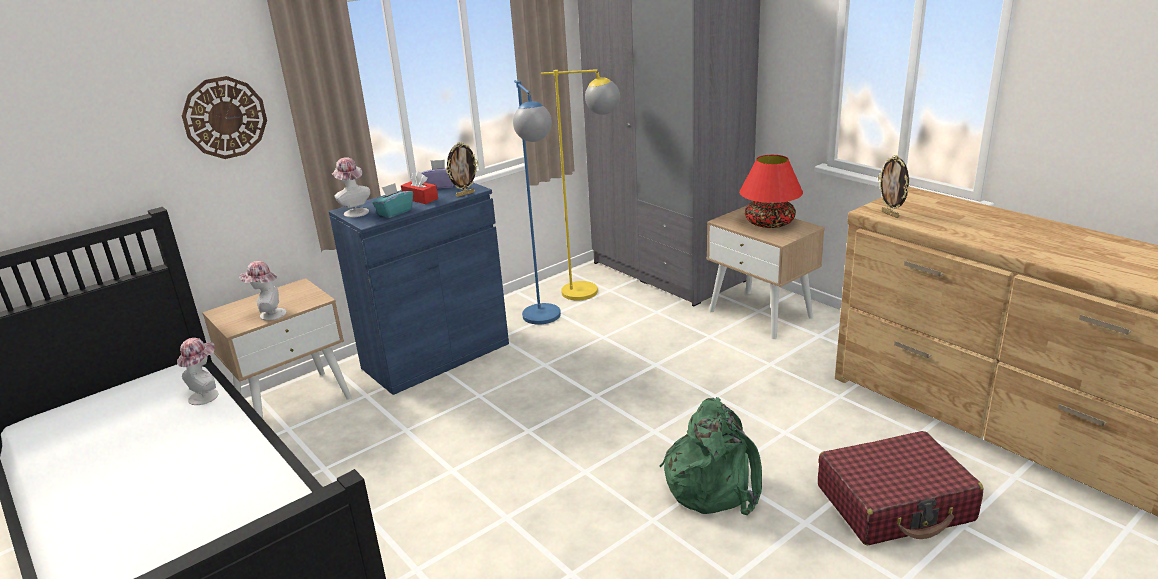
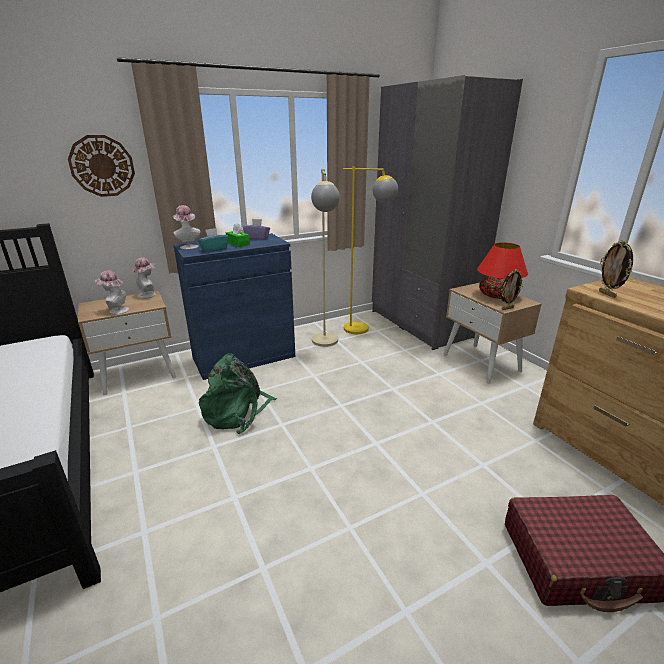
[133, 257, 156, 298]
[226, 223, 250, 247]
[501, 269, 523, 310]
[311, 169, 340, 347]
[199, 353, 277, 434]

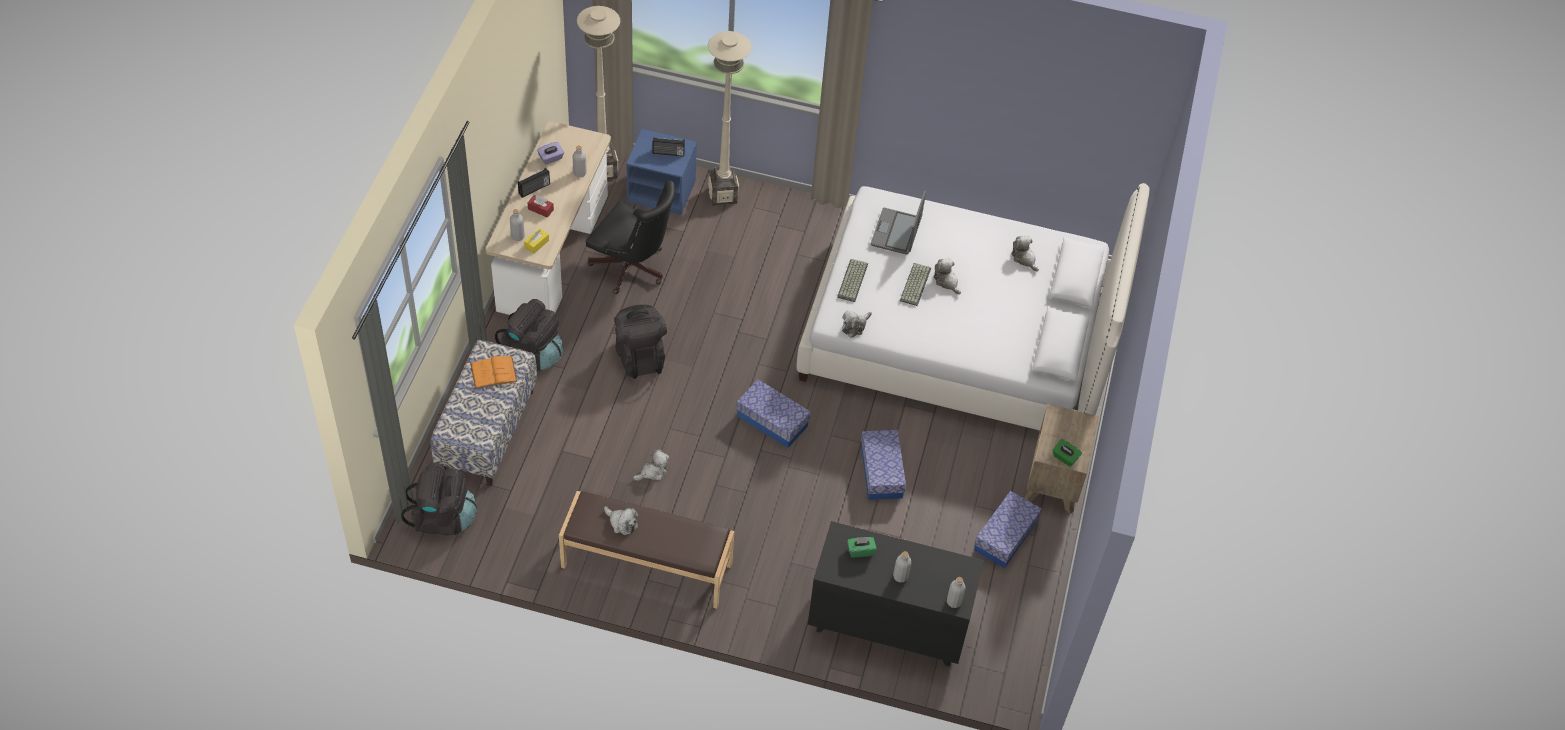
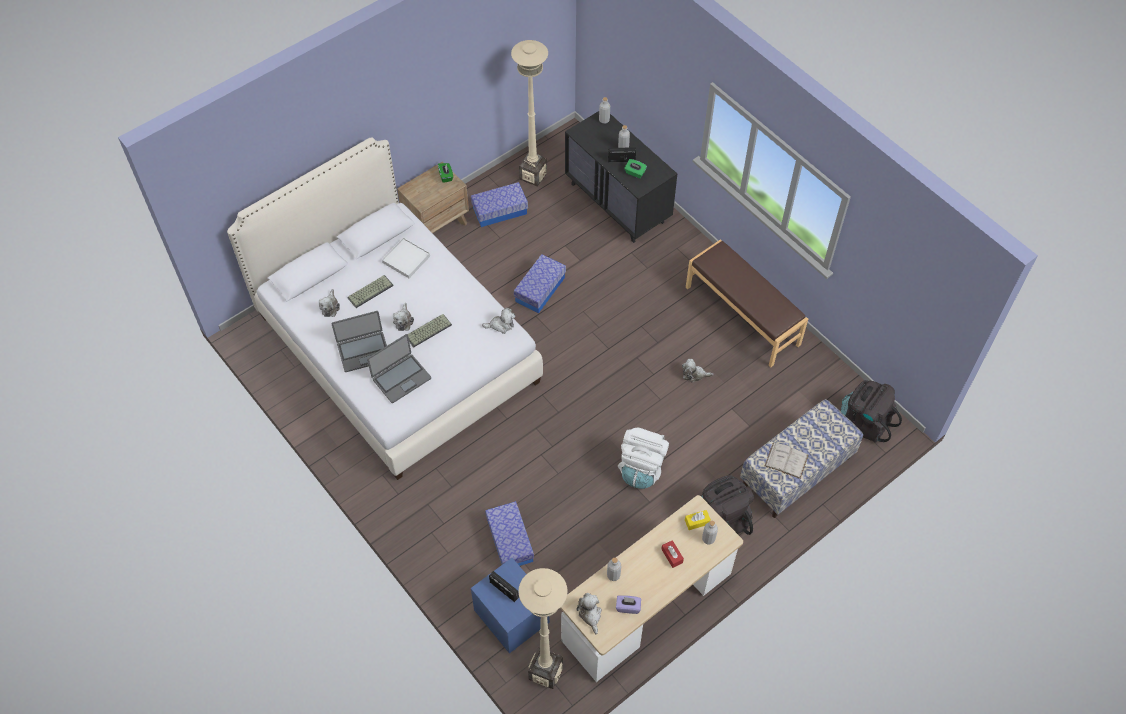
[765, 443, 808, 479]
[608, 147, 636, 162]
[586, 180, 675, 294] (first image)
[576, 593, 602, 634]
[618, 428, 669, 489]
[511, 40, 548, 187]
[485, 501, 534, 566]
[347, 275, 394, 308]
[332, 311, 387, 372]
[382, 238, 430, 278]

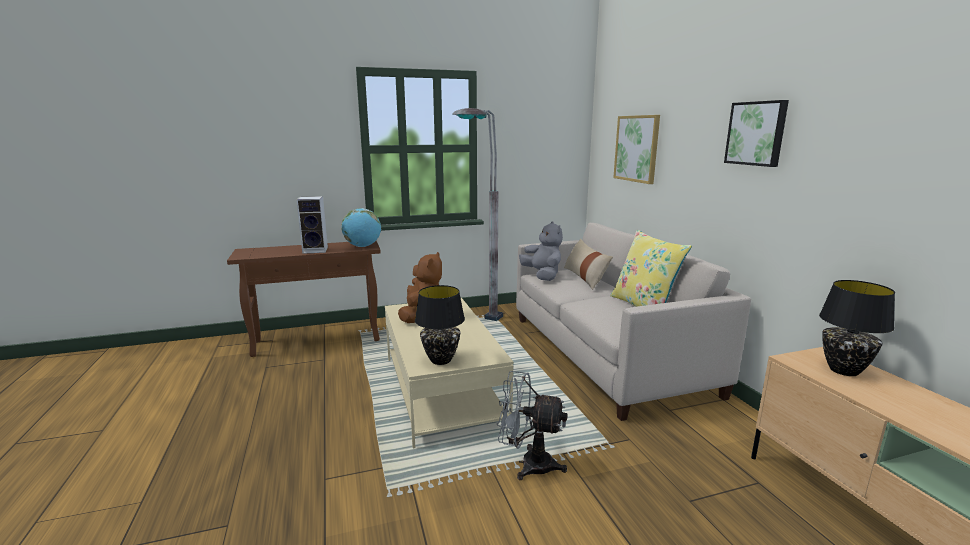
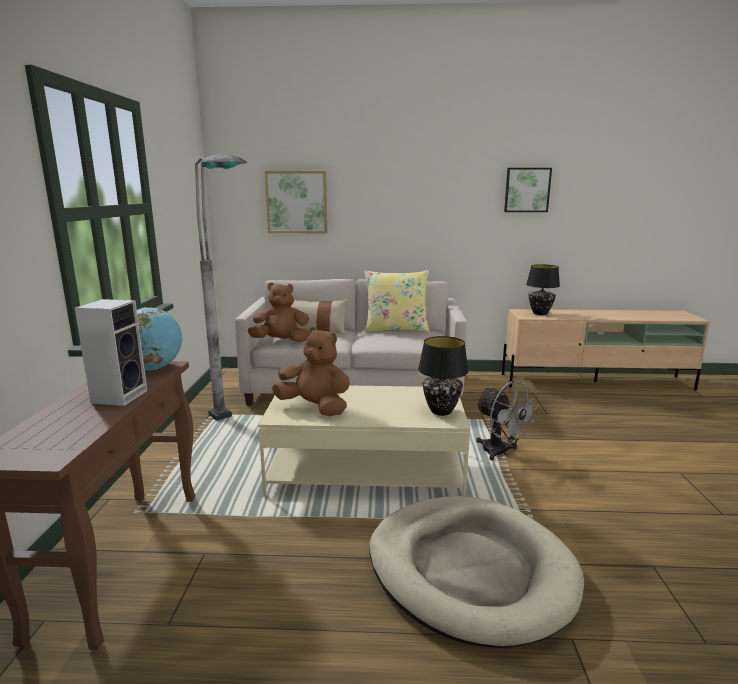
[475, 380, 539, 460]
[248, 283, 309, 342]
[504, 168, 552, 212]
[369, 496, 584, 648]

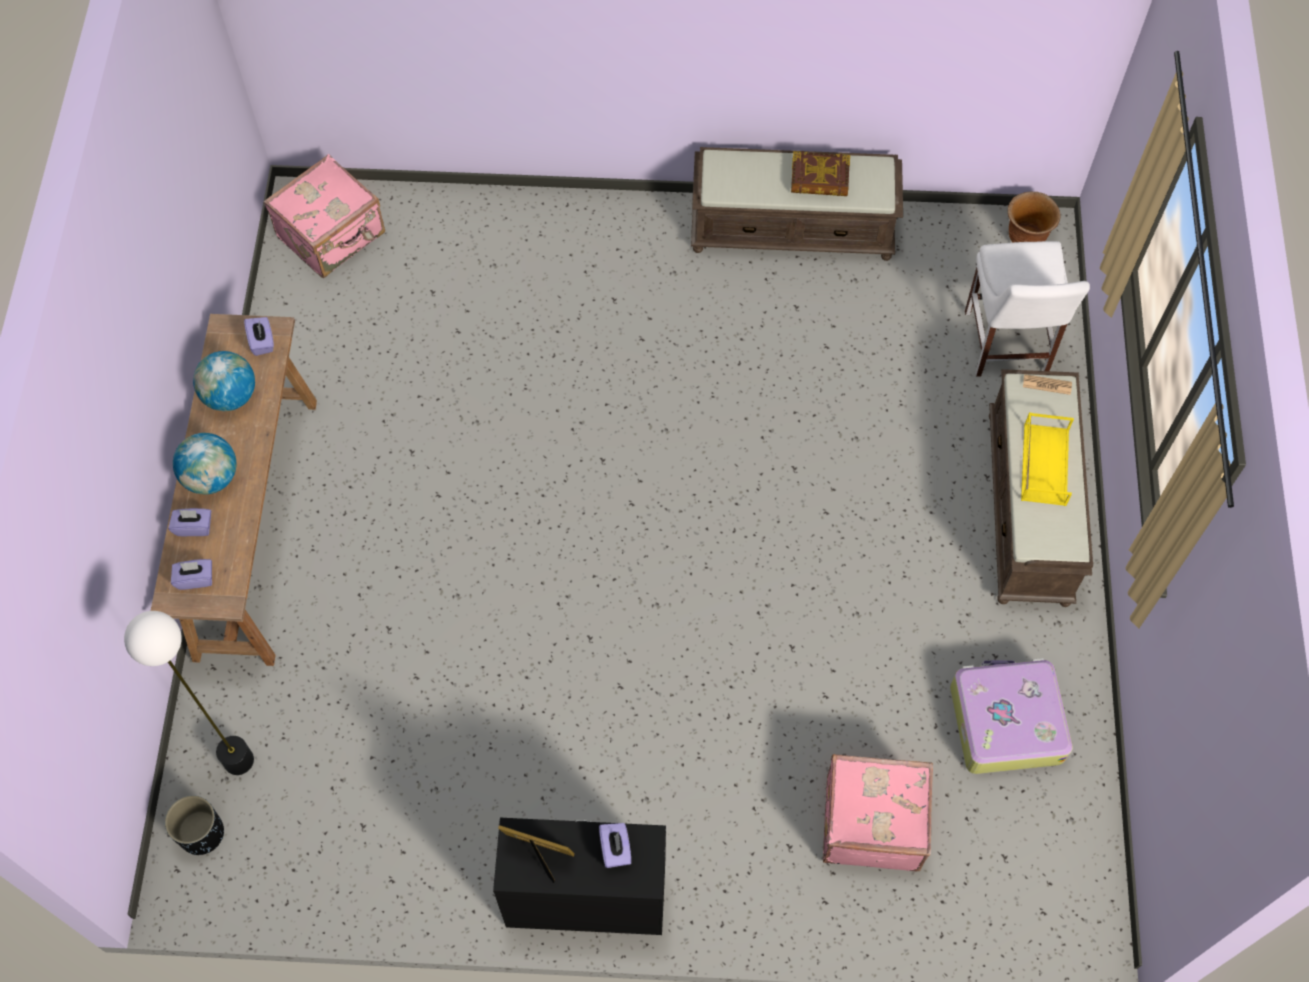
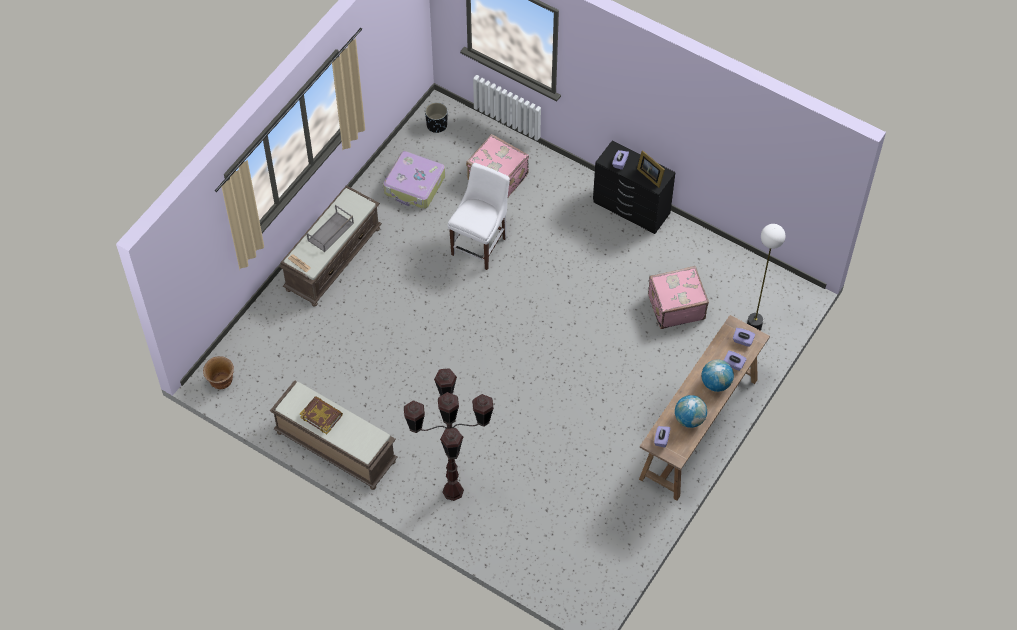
[425, 102, 447, 133]
[648, 266, 709, 329]
[447, 163, 510, 270]
[307, 205, 354, 252]
[404, 368, 494, 501]

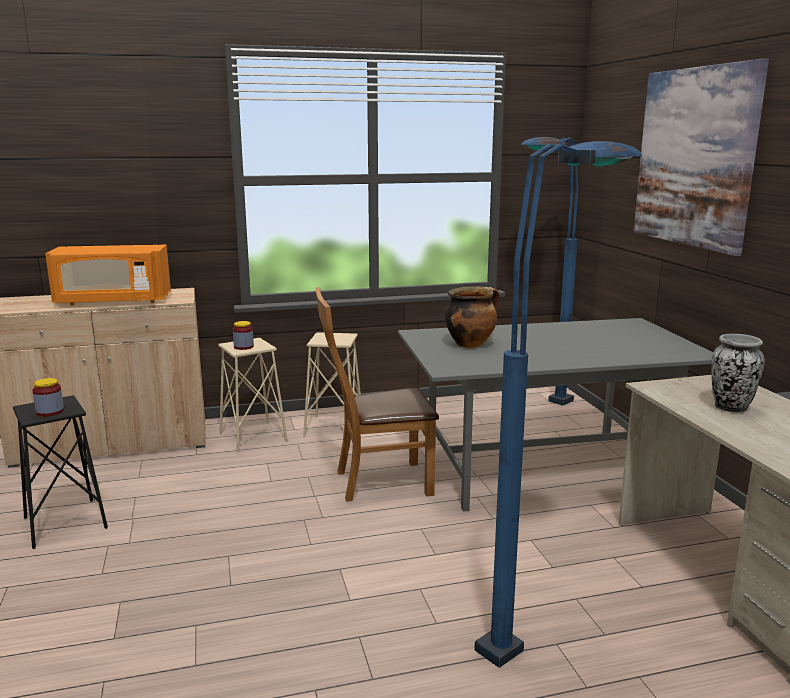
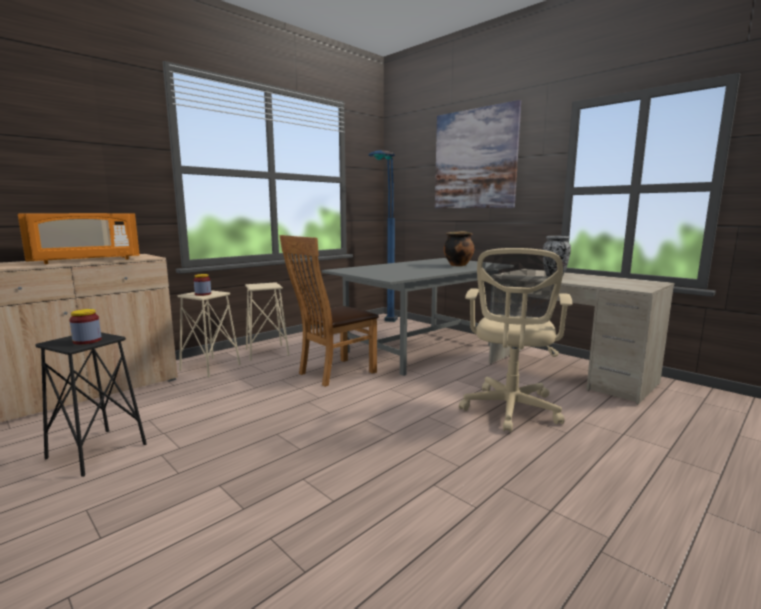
[443, 231, 475, 266]
[459, 248, 572, 432]

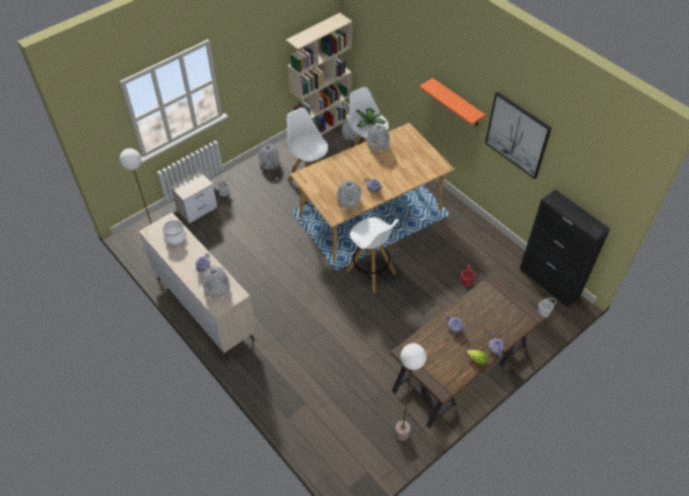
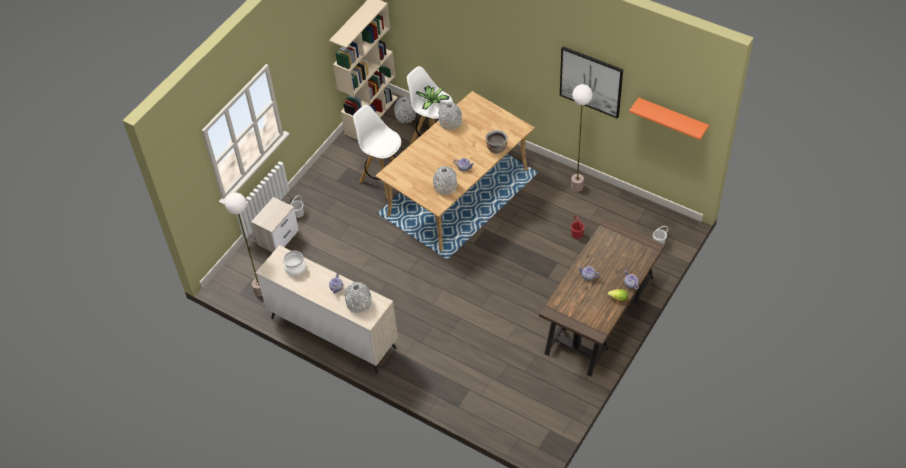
[259, 144, 279, 169] (first image)
[346, 217, 399, 293] (first image)
[571, 84, 593, 192]
[629, 97, 709, 140]
[520, 189, 610, 308] (first image)
[485, 130, 508, 153]

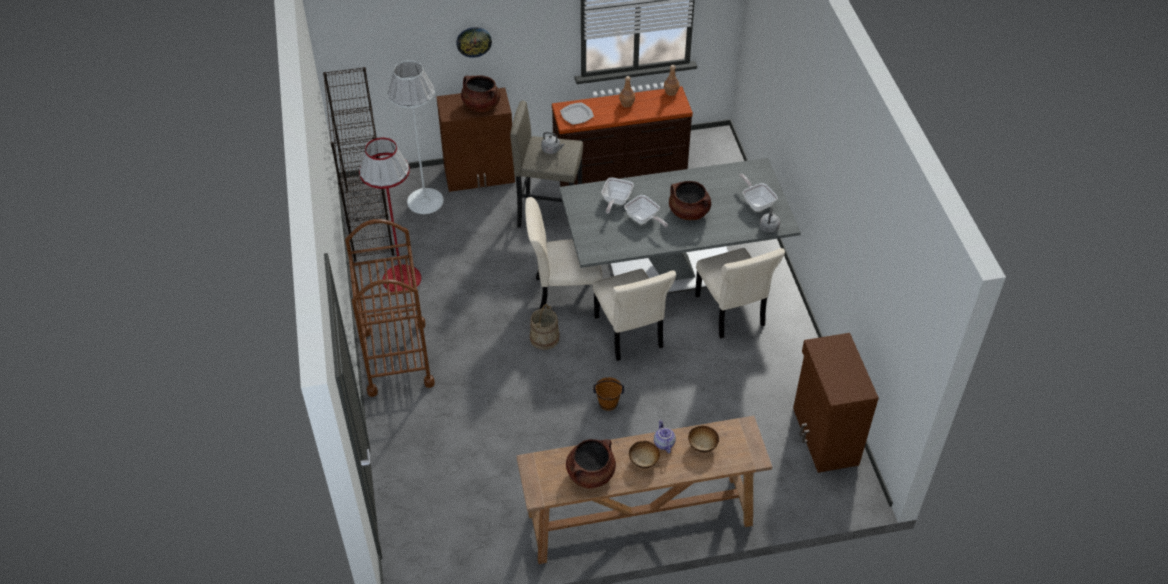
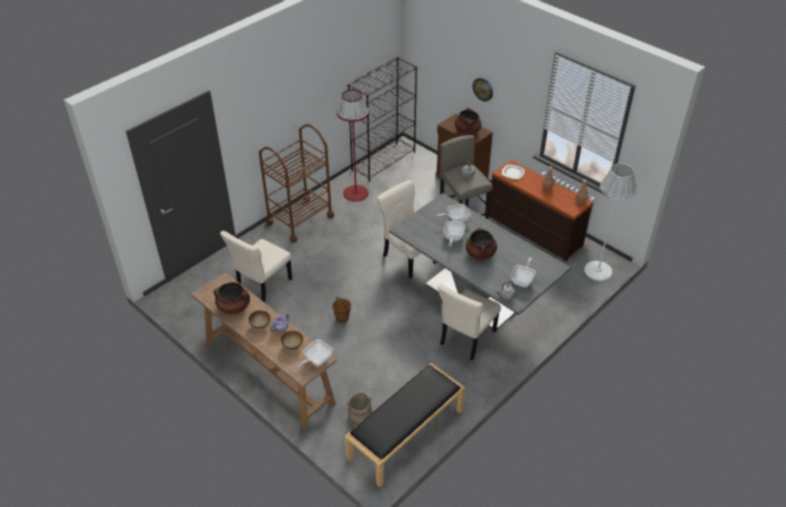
[584, 163, 637, 281]
[347, 393, 372, 427]
[220, 231, 292, 303]
[345, 363, 465, 487]
[295, 340, 333, 370]

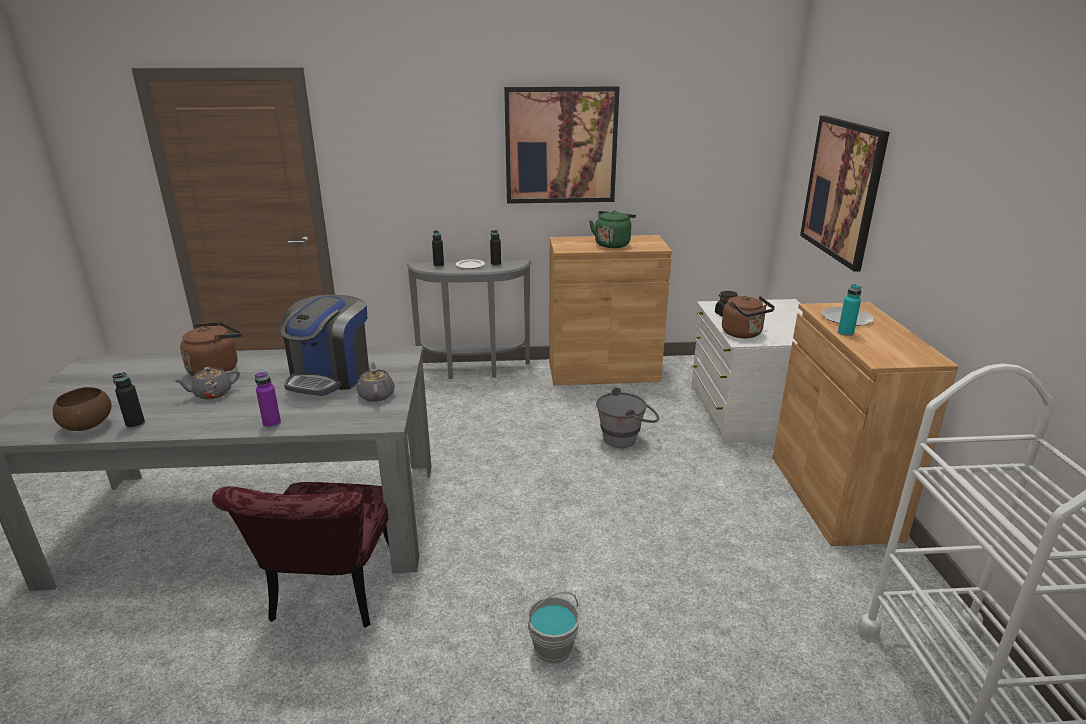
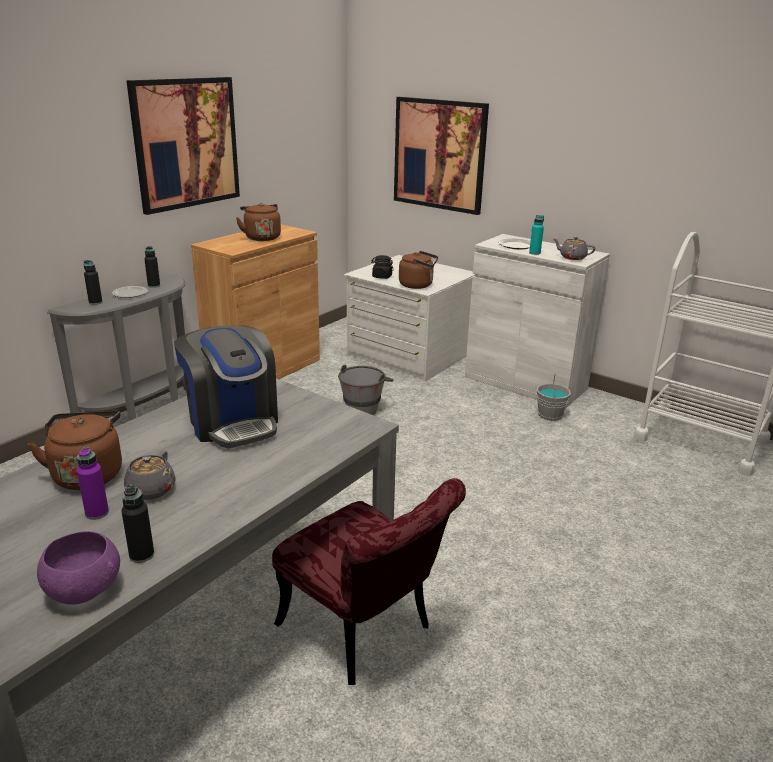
[37, 531, 120, 605]
[77, 447, 109, 520]
[552, 237, 595, 260]
[537, 373, 571, 421]
[236, 203, 281, 241]
[465, 234, 610, 409]

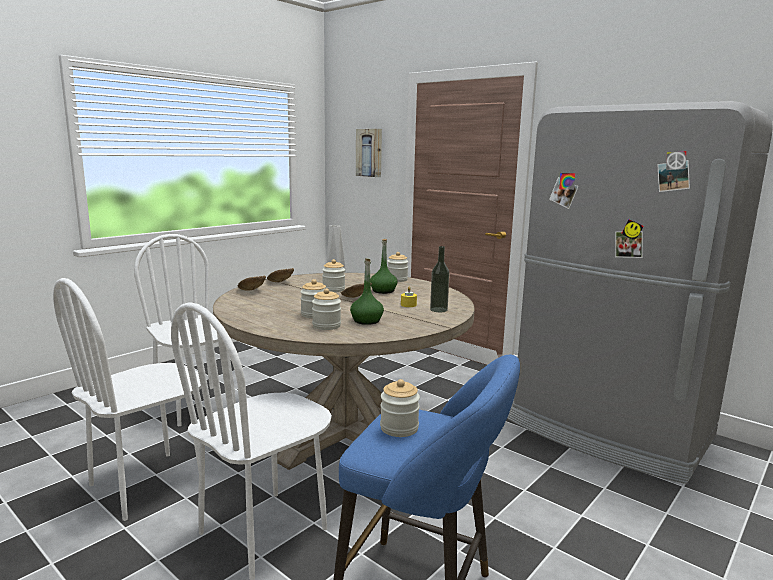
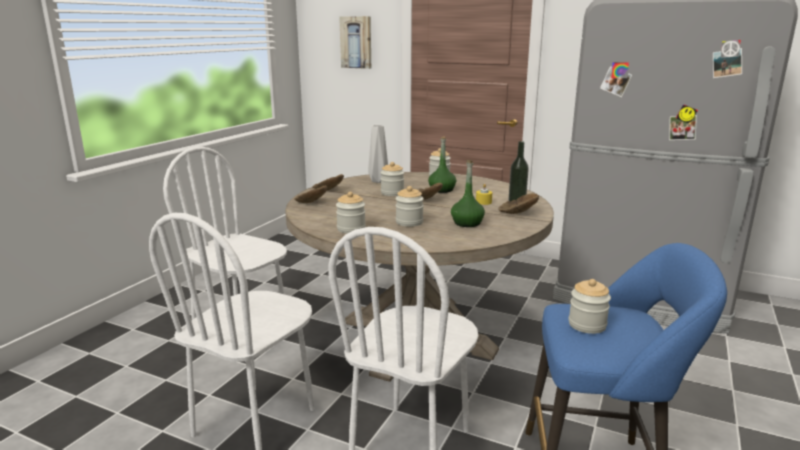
[336, 192, 366, 234]
[498, 193, 539, 214]

